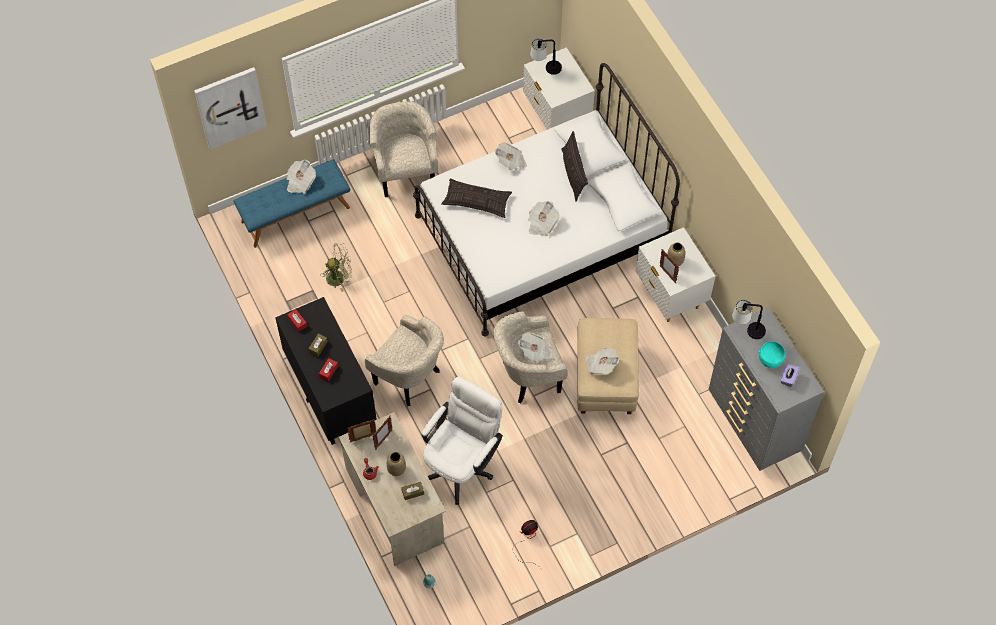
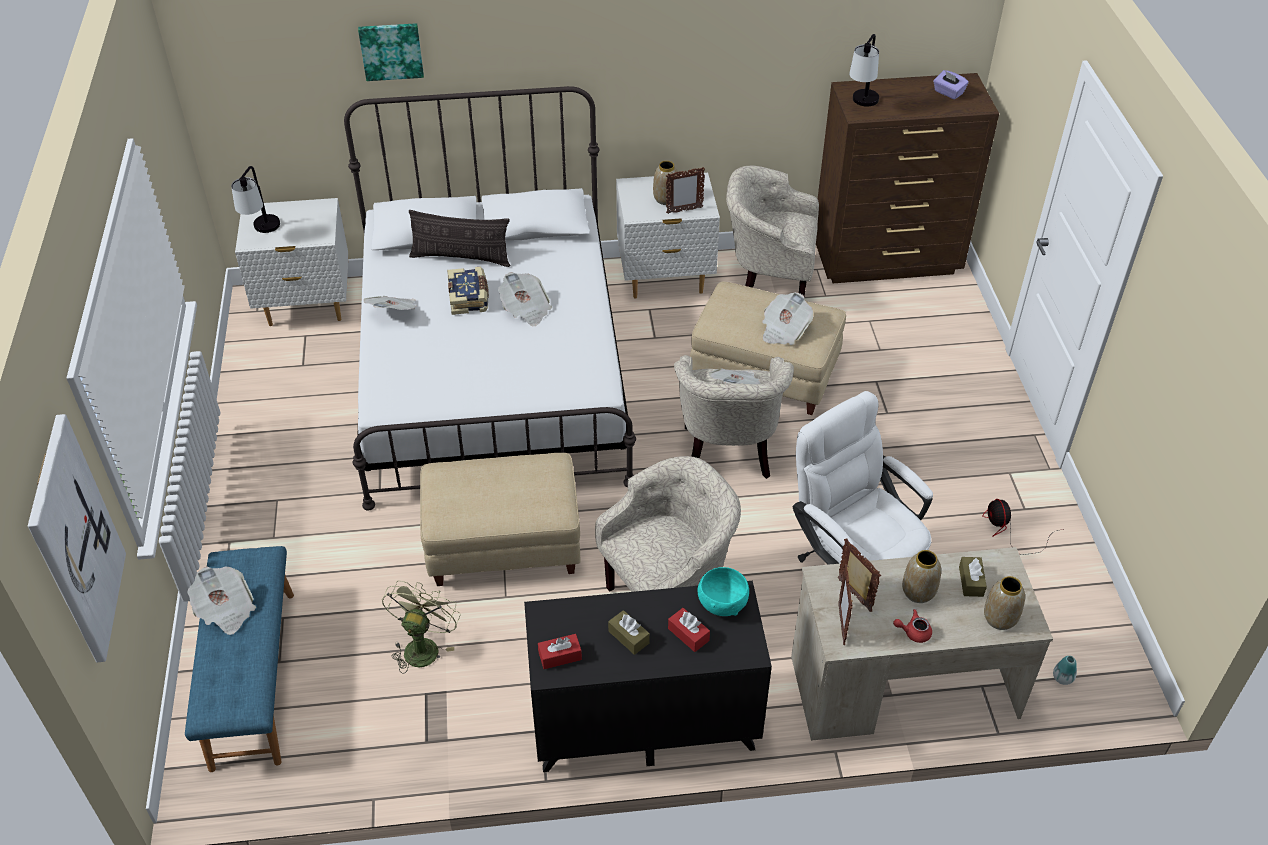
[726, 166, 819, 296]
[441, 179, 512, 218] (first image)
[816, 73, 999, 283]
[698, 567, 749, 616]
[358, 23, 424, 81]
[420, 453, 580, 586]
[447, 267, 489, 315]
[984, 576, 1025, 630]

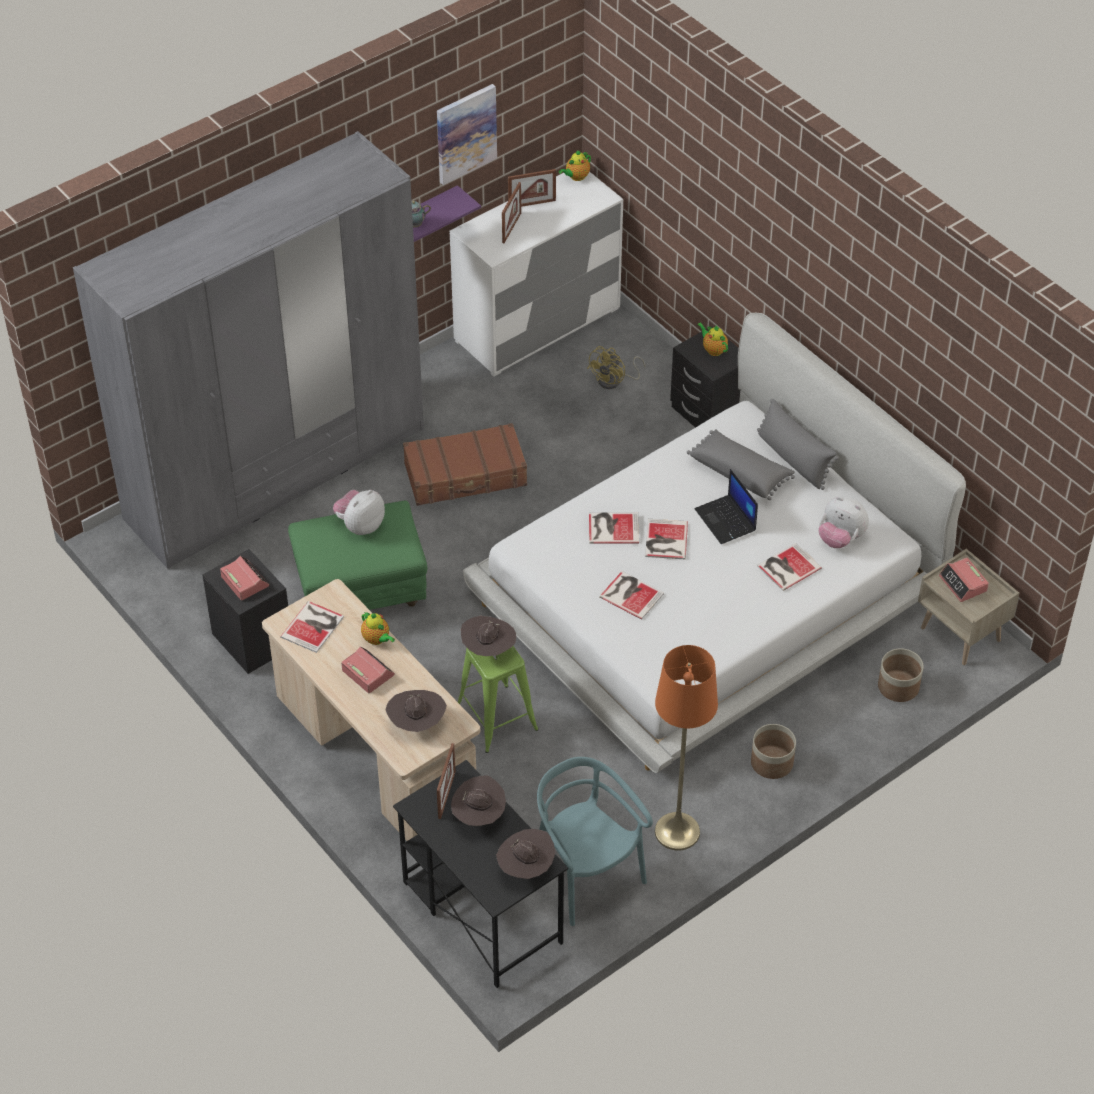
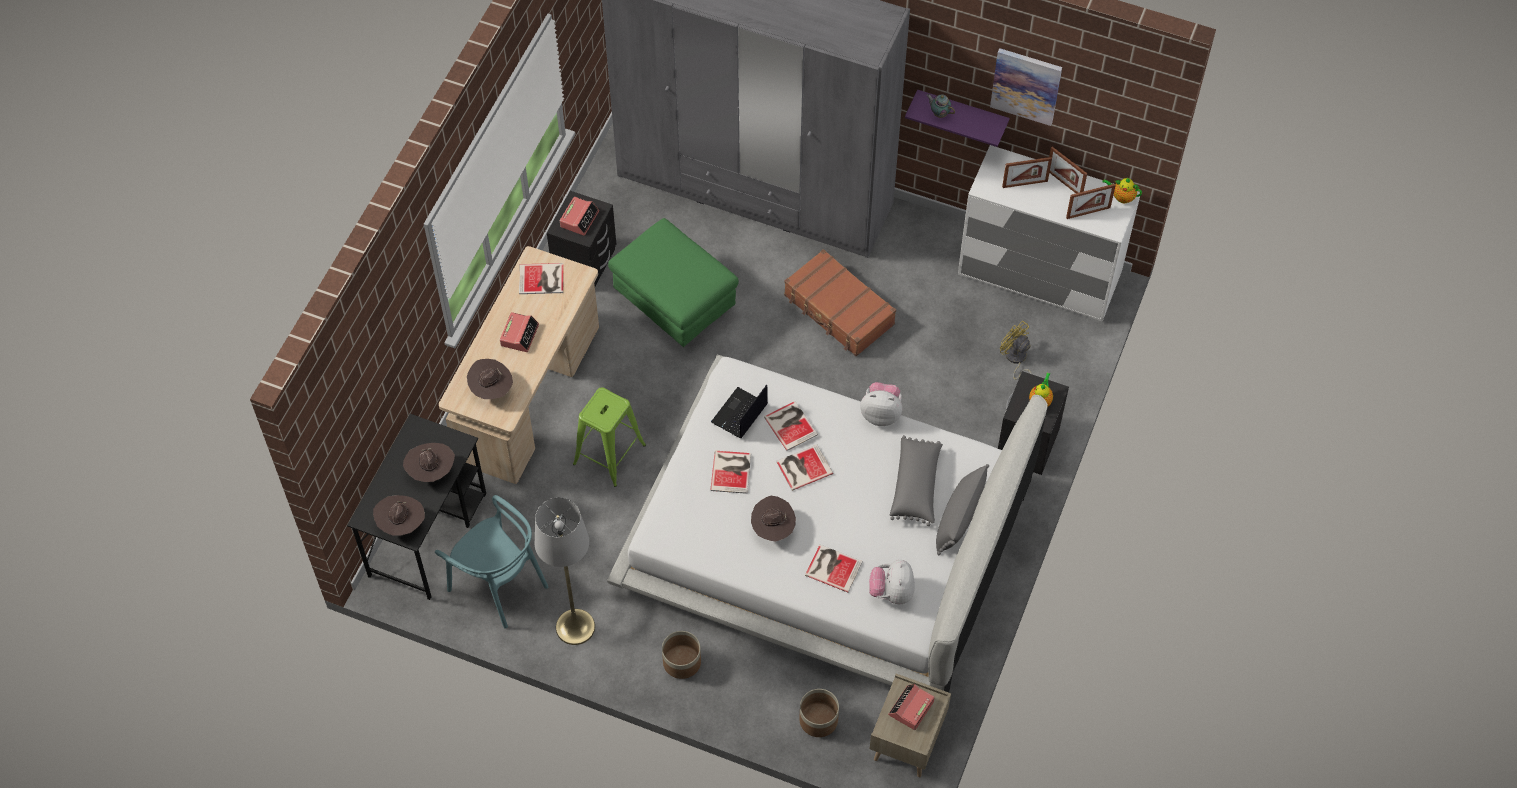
[860, 382, 902, 426]
[361, 612, 395, 645] (first image)
[1066, 184, 1116, 219]
[751, 496, 796, 542]
[435, 495, 548, 629]
[1000, 321, 1032, 380]
[535, 497, 595, 645]
[711, 385, 768, 438]

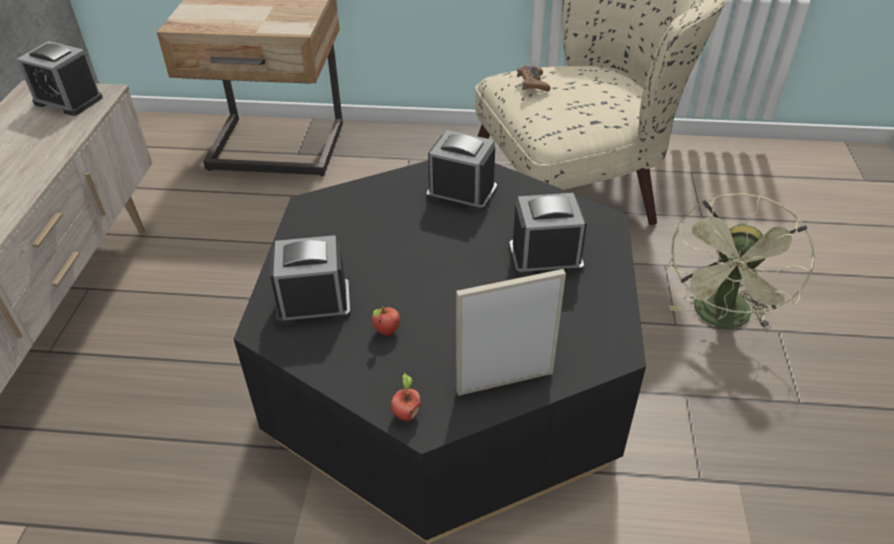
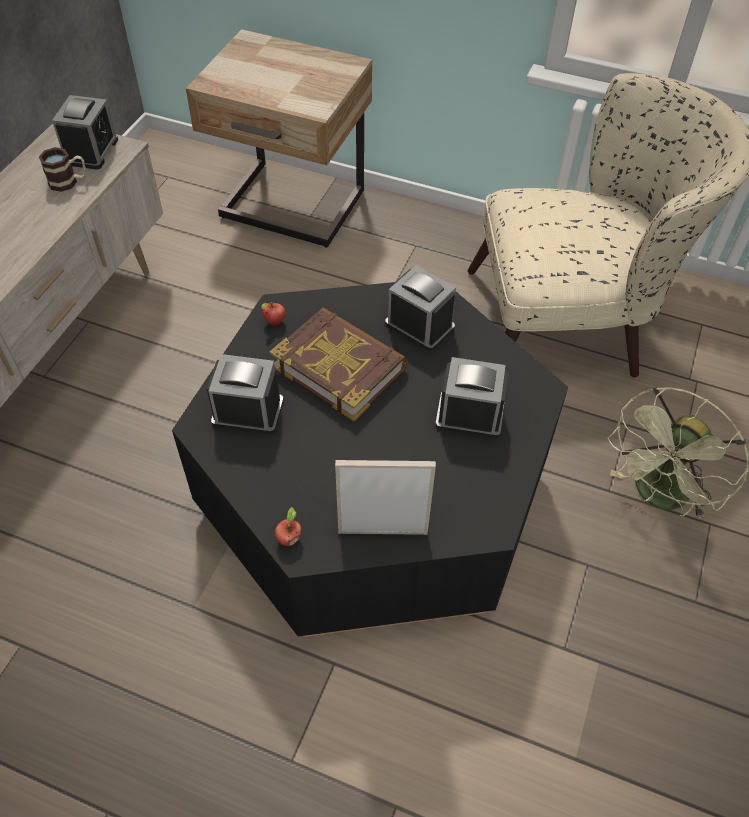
[52, 95, 118, 170]
[262, 302, 285, 326]
[517, 66, 550, 91] (first image)
[39, 147, 87, 192]
[270, 307, 408, 421]

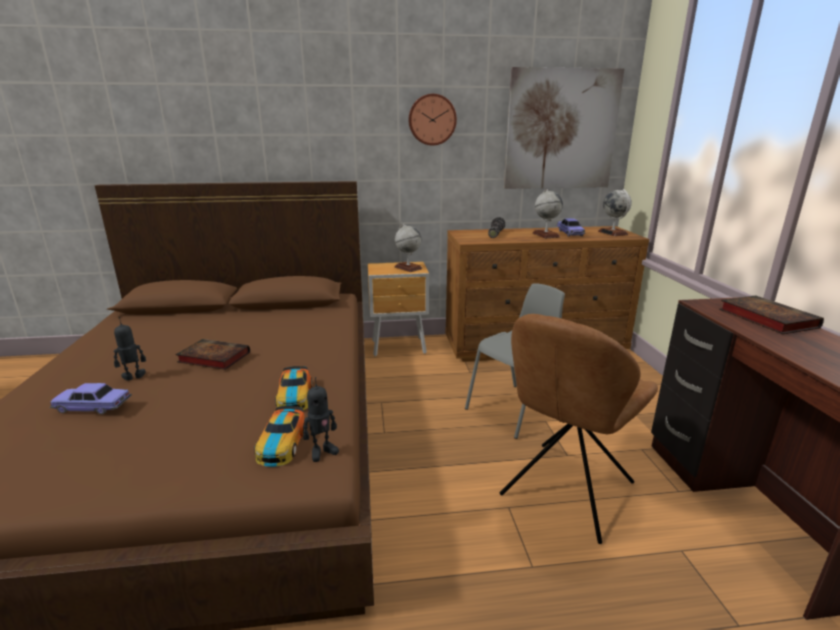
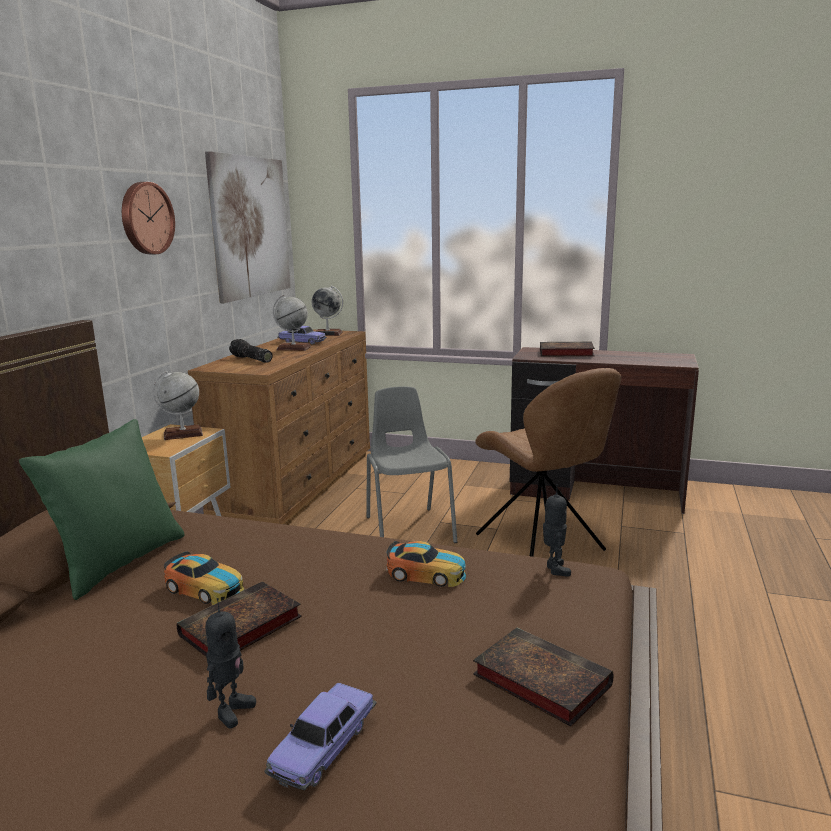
[206, 598, 256, 728]
[164, 552, 244, 605]
[19, 419, 185, 600]
[473, 628, 614, 727]

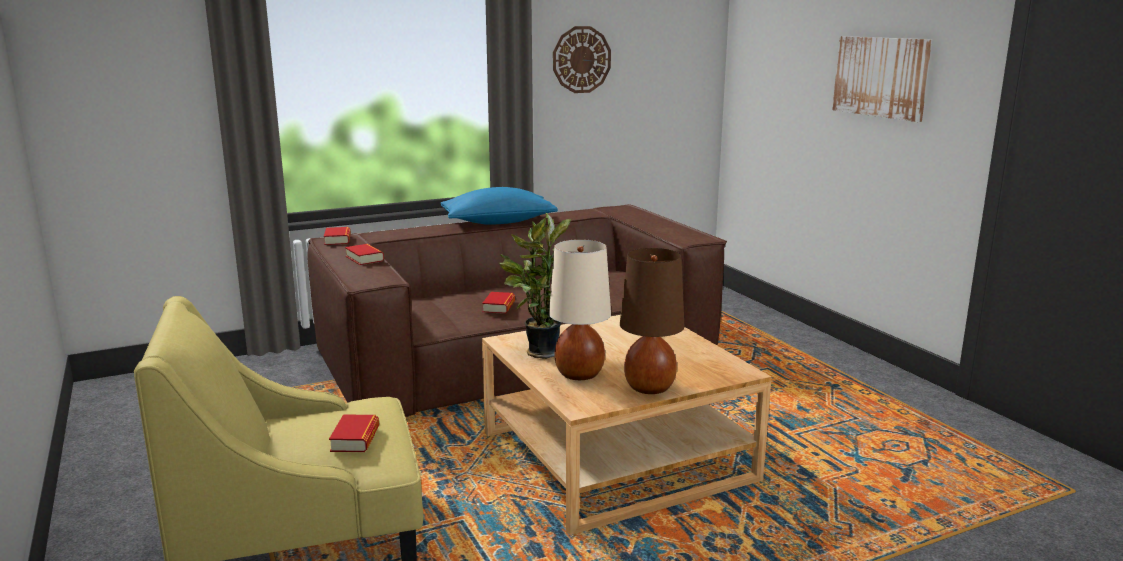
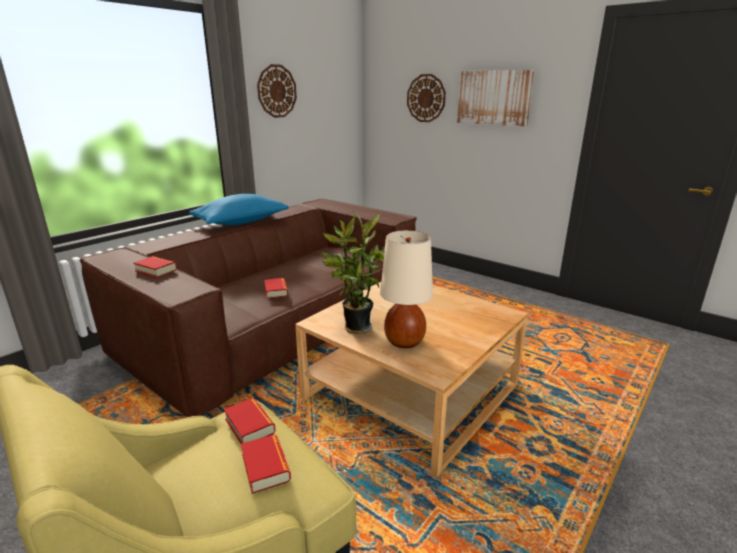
[224, 398, 276, 444]
[620, 248, 684, 394] (first image)
[407, 74, 446, 122]

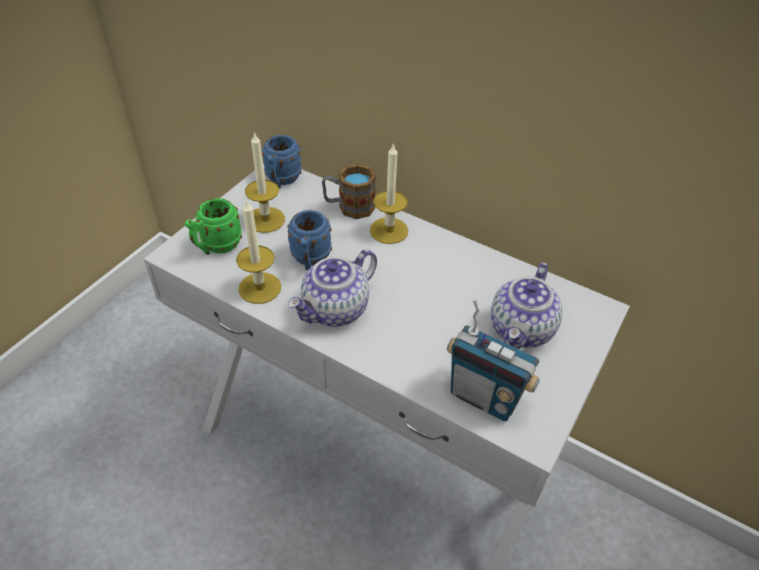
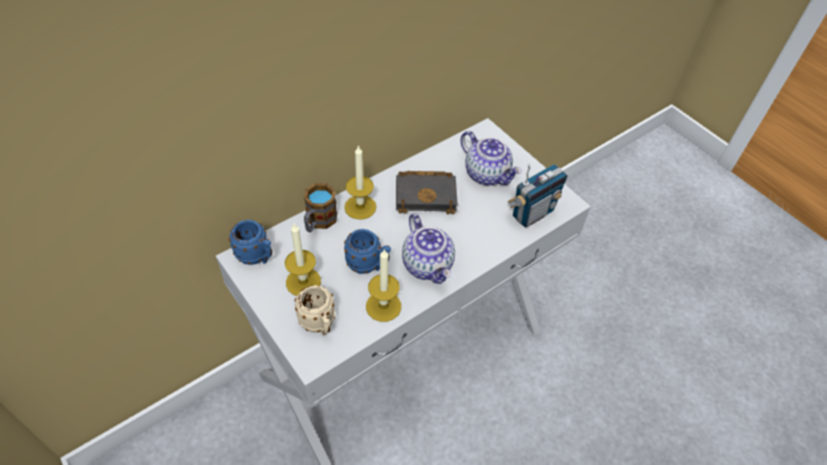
[295, 285, 335, 336]
[396, 171, 458, 214]

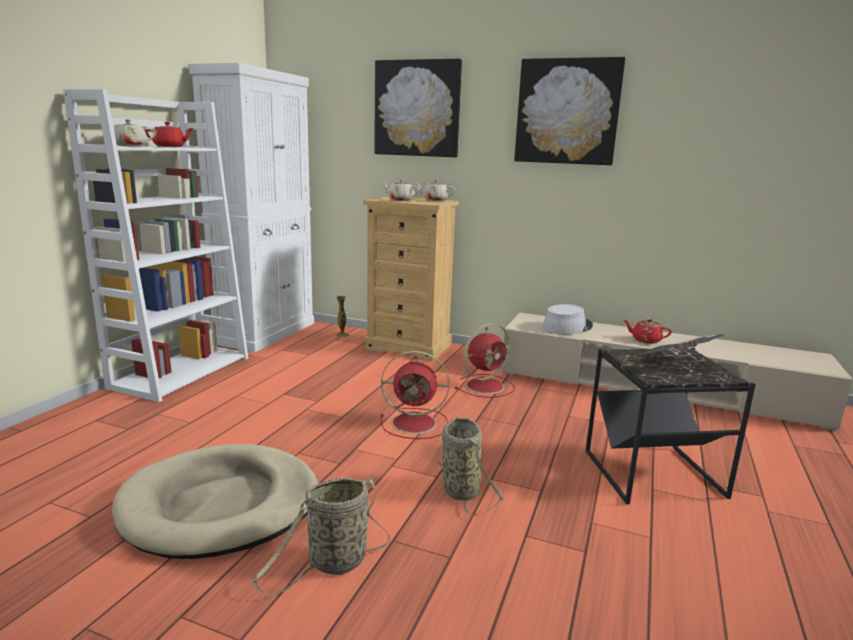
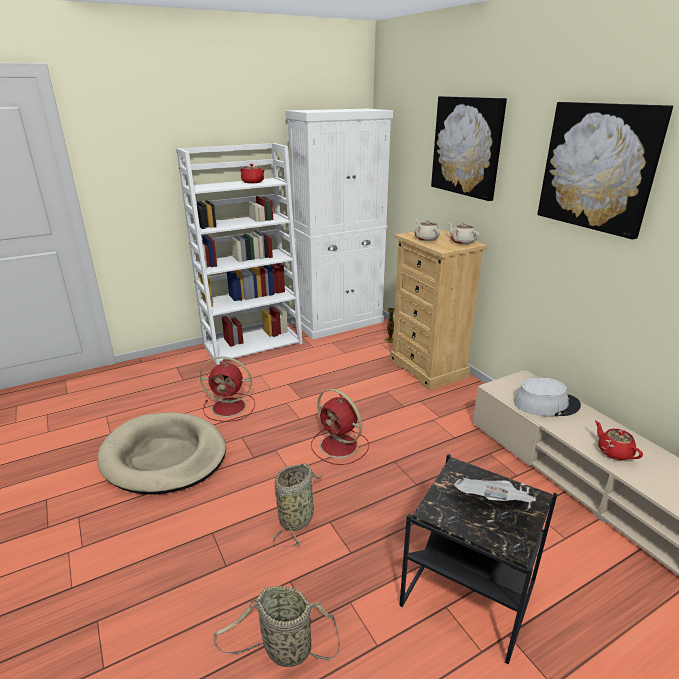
[98, 119, 156, 147] (first image)
[213, 586, 340, 667]
[200, 356, 255, 422]

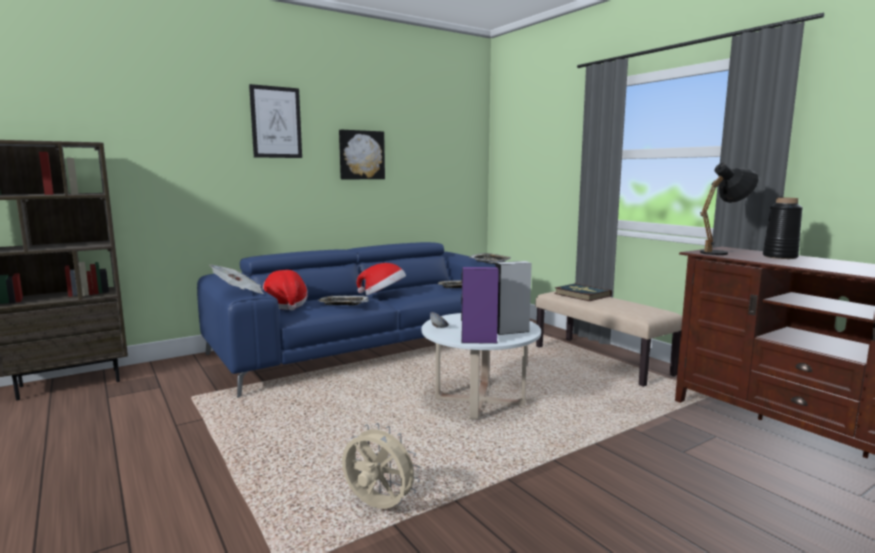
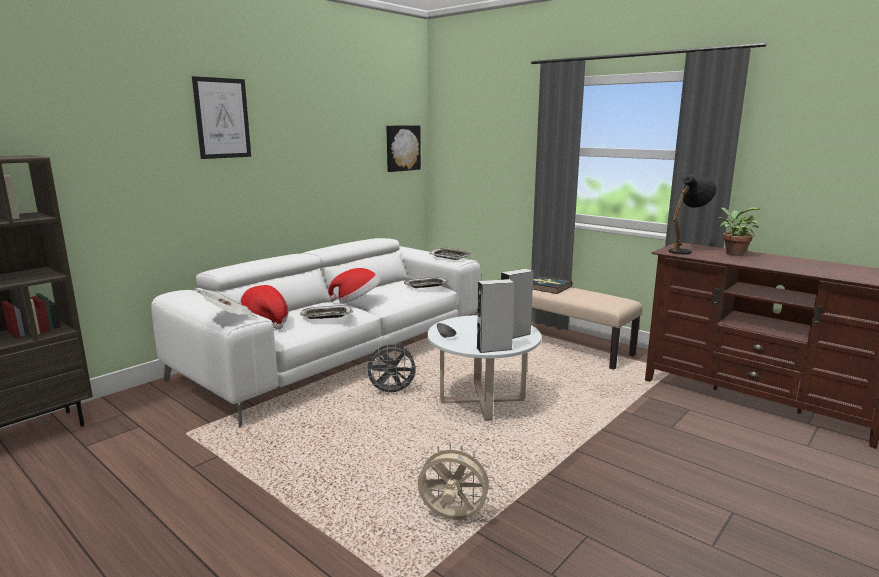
[151, 238, 481, 428]
[386, 125, 421, 172]
[477, 279, 514, 353]
[718, 207, 761, 256]
[365, 344, 419, 396]

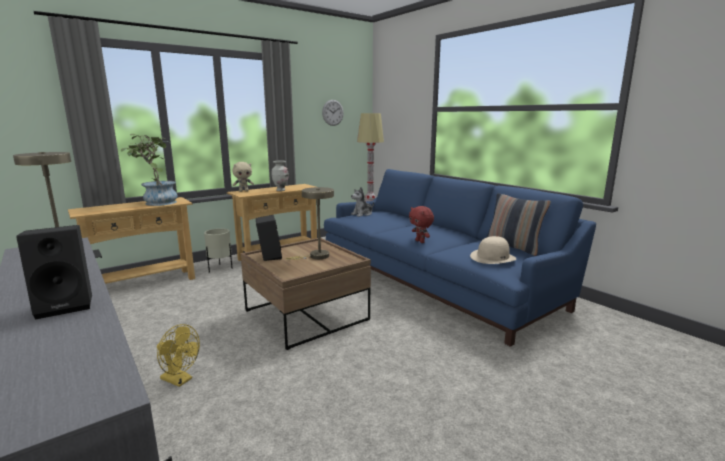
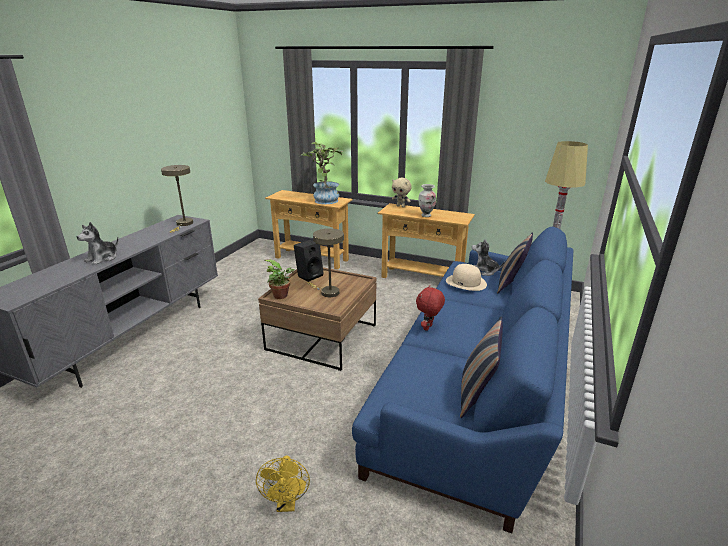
[77, 222, 119, 265]
[256, 456, 310, 512]
[204, 228, 233, 273] (first image)
[322, 100, 344, 126] (first image)
[446, 264, 487, 291]
[264, 259, 295, 299]
[497, 232, 533, 294]

